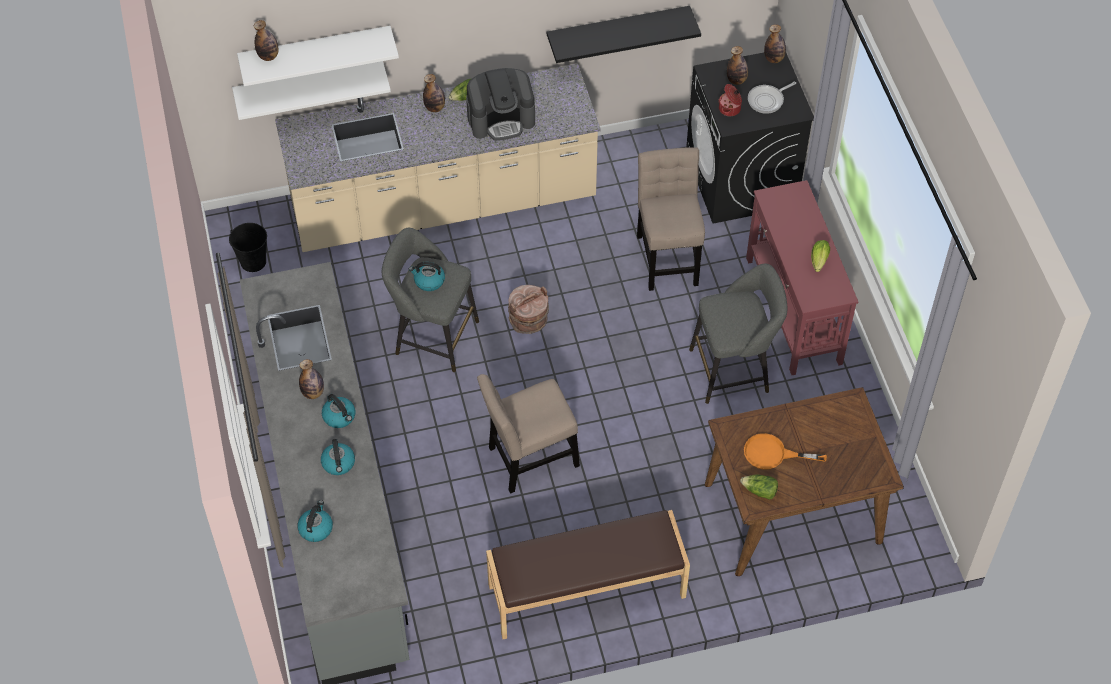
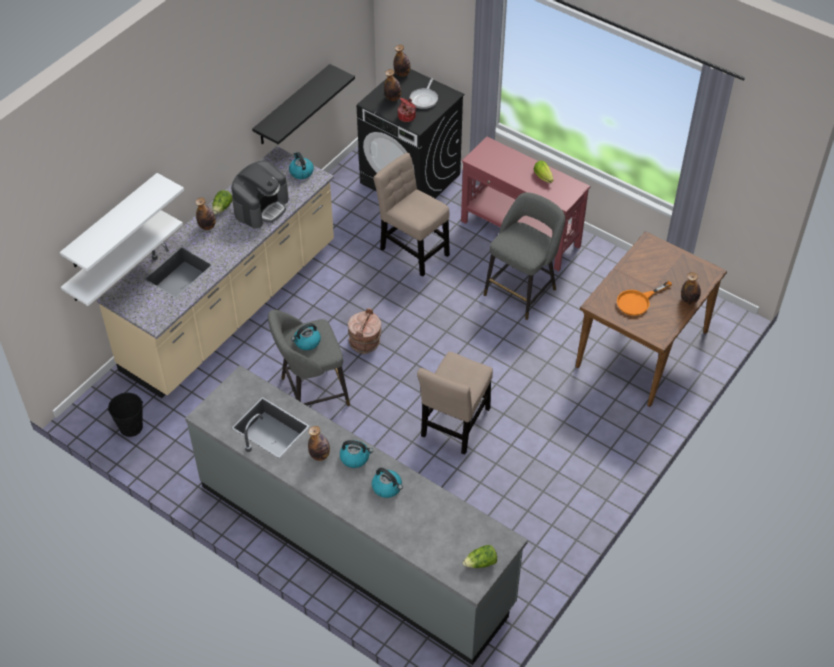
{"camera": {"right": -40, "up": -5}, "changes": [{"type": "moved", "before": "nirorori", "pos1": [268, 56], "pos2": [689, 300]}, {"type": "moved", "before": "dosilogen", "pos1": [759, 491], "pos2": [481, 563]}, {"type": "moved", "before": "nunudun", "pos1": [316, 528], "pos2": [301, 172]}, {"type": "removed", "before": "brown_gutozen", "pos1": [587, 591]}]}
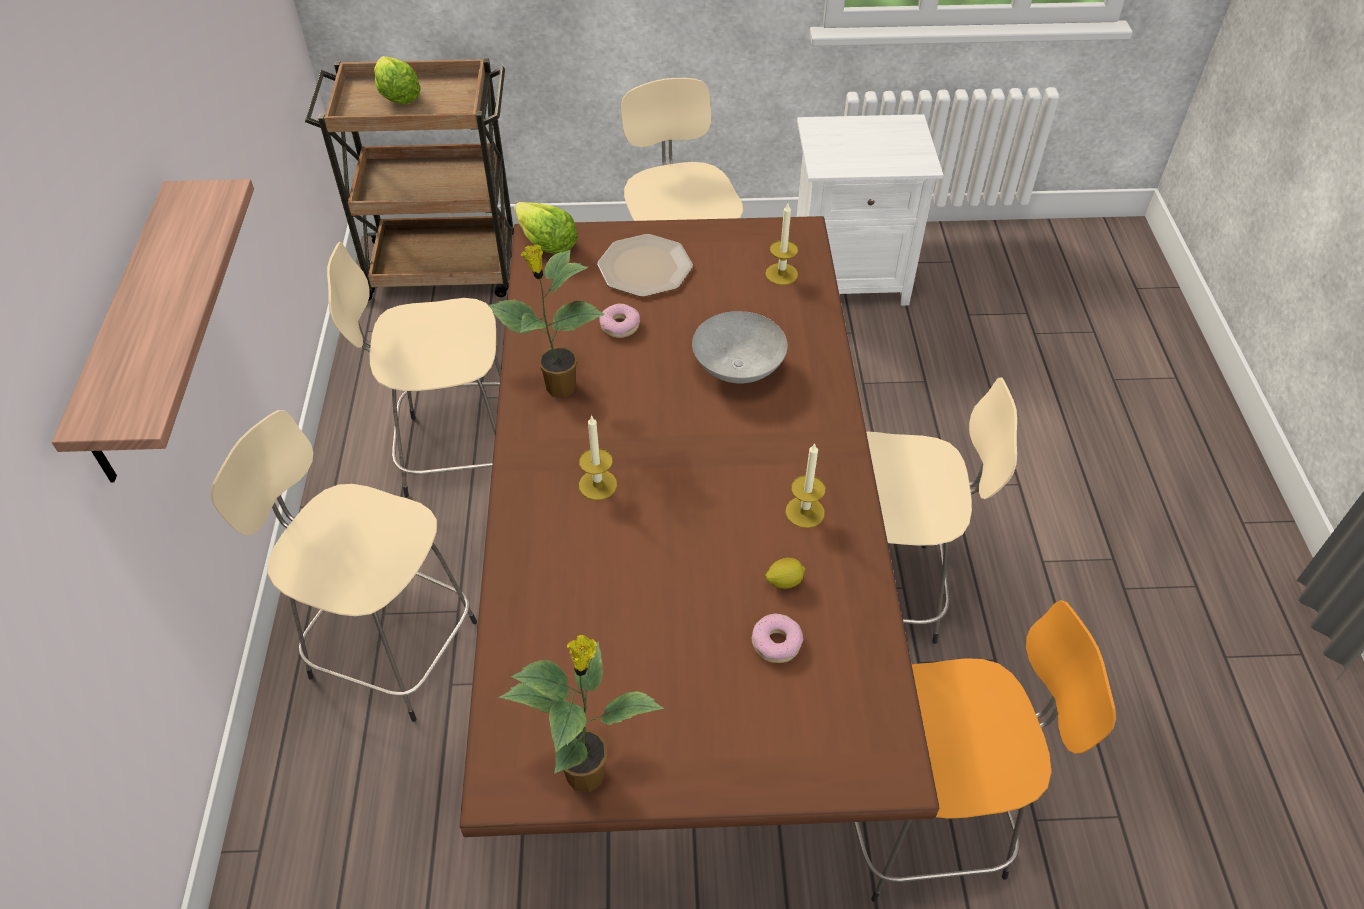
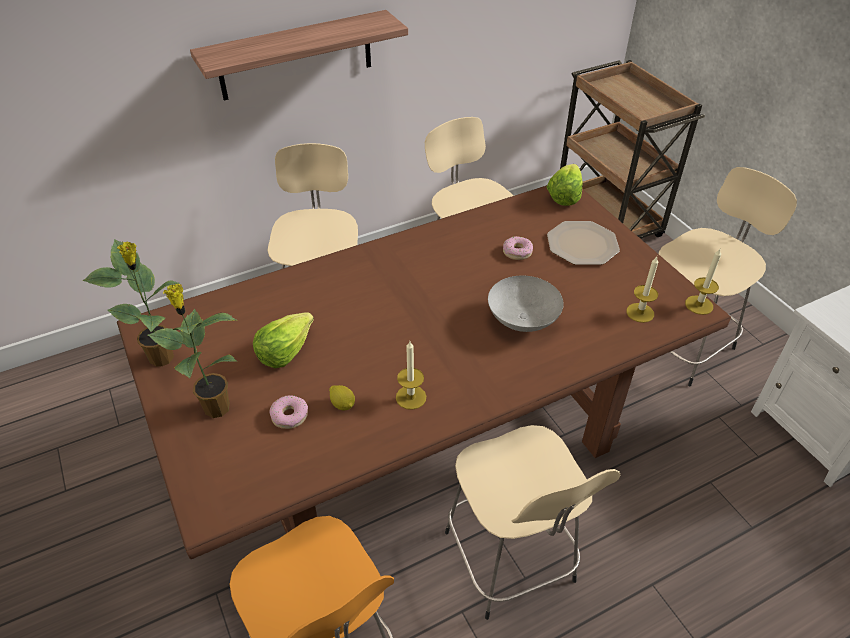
{"camera": {"right": 65, "up": -5}, "changes": [{"type": "moved", "before": "dosilogen", "pos1": [397, 95], "pos2": [284, 350]}, {"type": "moved", "before": "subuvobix", "pos1": [559, 388], "pos2": [215, 407]}, {"type": "moved", "before": "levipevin", "pos1": [598, 485], "pos2": [699, 305]}]}
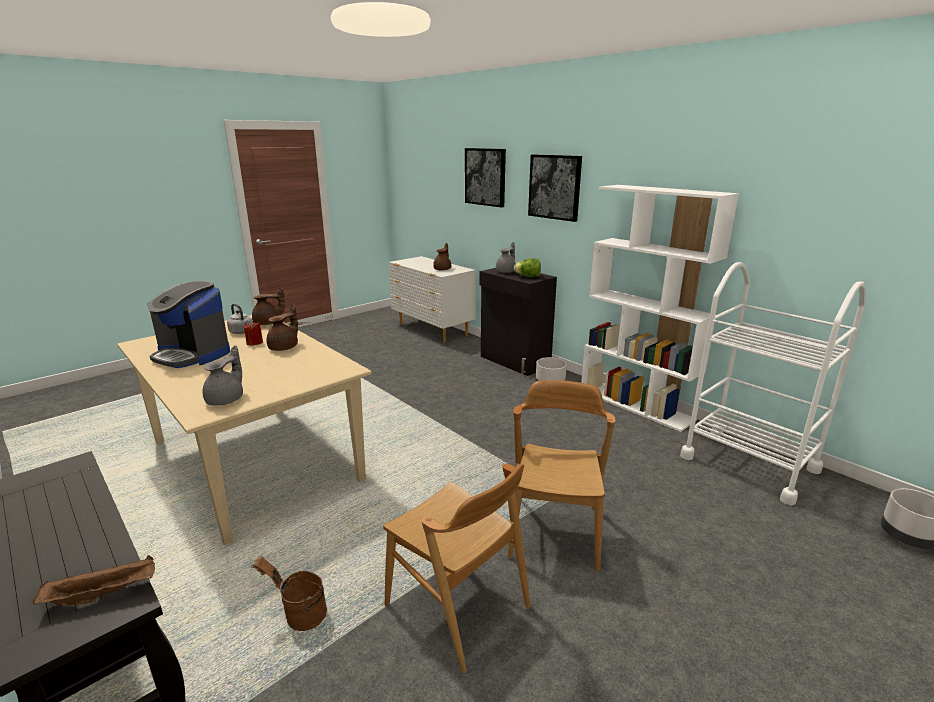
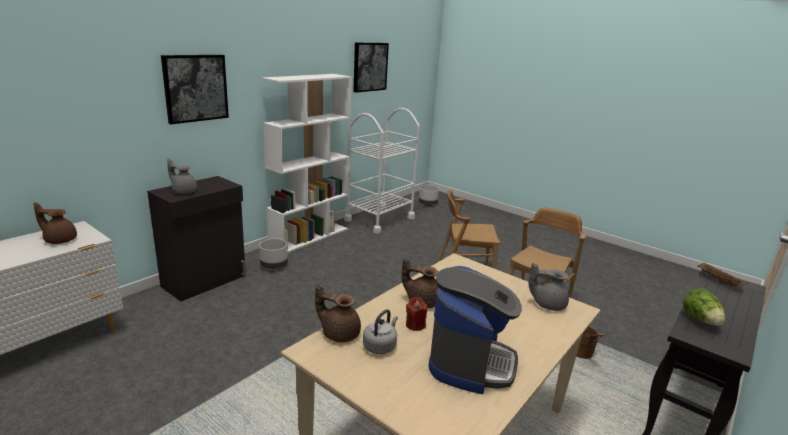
{"camera": {"right": -100, "up": 0}, "changes": [{"type": "moved", "before": "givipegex", "pos1": [485, 177], "pos2": [370, 67]}, {"type": "moved", "before": "dosilogen", "pos1": [528, 277], "pos2": [701, 320]}, {"type": "turned", "before": "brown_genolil", "pos1": [268, 323], "pos2": [339, 333], "turn": -45}]}
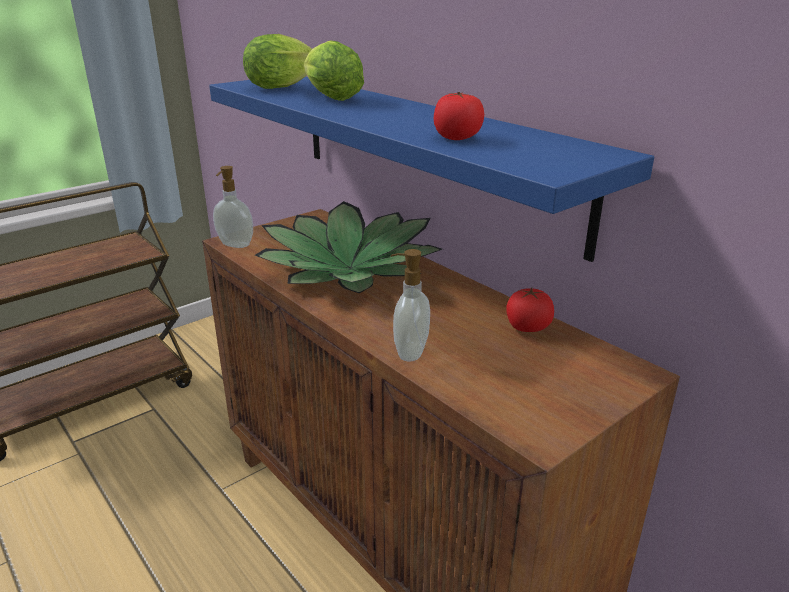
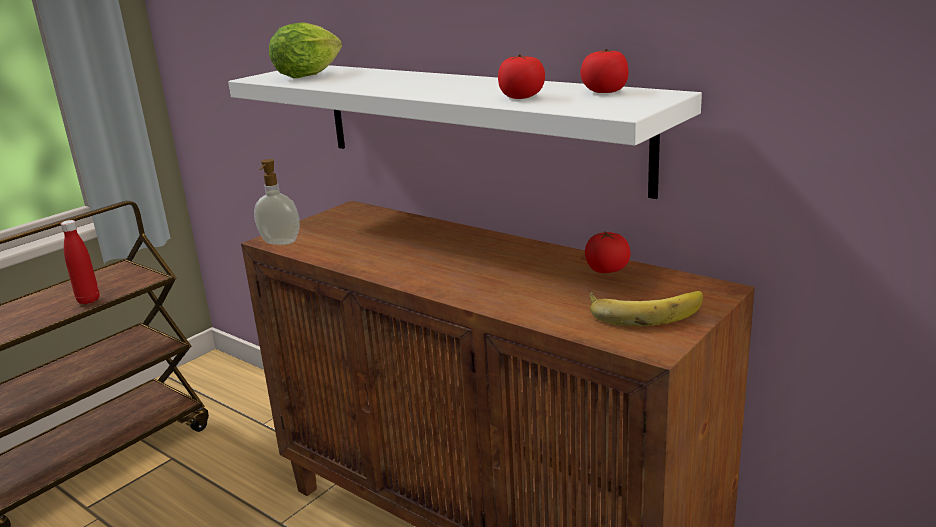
{"camera": {"right": -10, "up": -5}, "changes": [{"type": "removed", "before": "dosilogen", "pos1": [329, 97]}, {"type": "recoloured", "before": "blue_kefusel", "after": "white_kefusel", "pos1": [427, 153], "pos2": [473, 123]}, {"type": "removed", "before": "subuvobix", "pos1": [350, 268]}, {"type": "removed", "before": "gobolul", "pos1": [409, 352]}, {"type": "added", "after": "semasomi", "pos2": [604, 91]}, {"type": "added", "after": "red_nirorori", "pos2": [88, 300]}, {"type": "added", "after": "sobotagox", "pos2": [644, 310]}]}
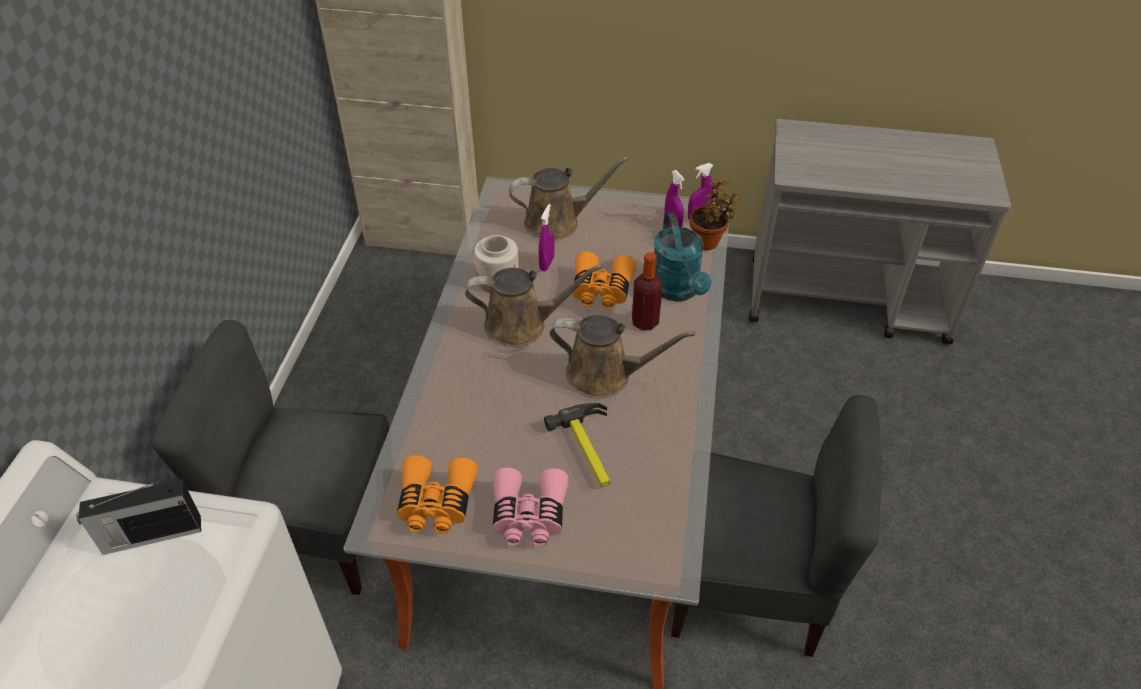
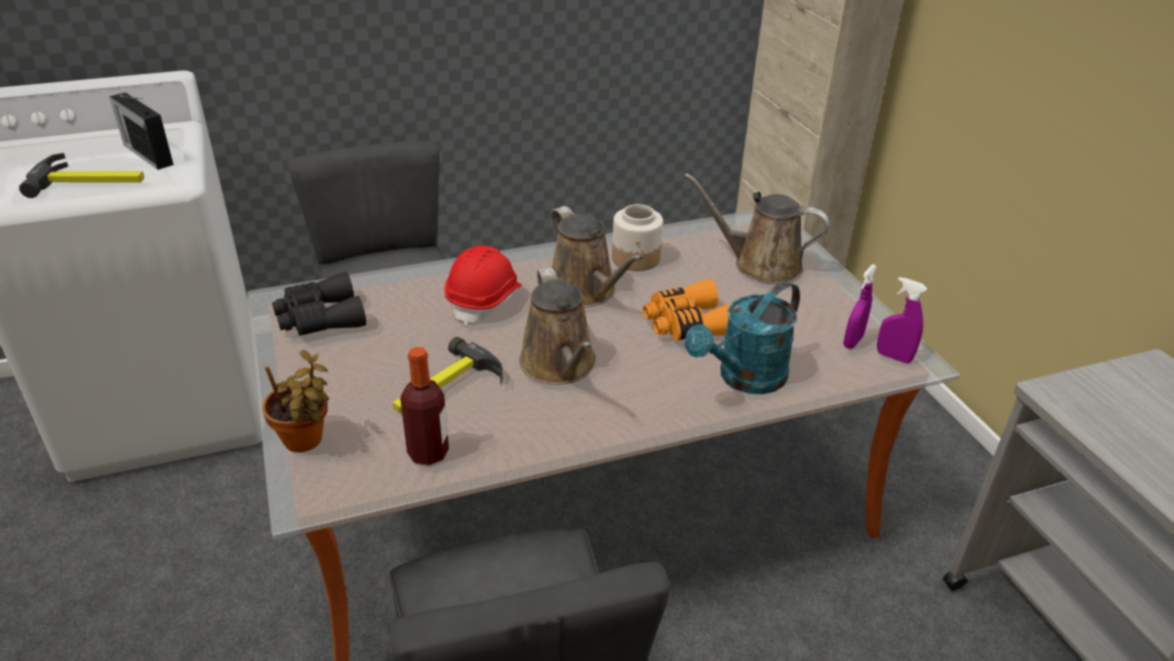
{"camera": {"right": 60, "up": -10}, "changes": [{"type": "turned", "before": "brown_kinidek", "pos1": [557, 222], "pos2": [760, 265], "turn": 150}, {"type": "moved", "before": "subuvobix", "pos1": [708, 242], "pos2": [306, 442]}, {"type": "removed", "before": "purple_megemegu", "pos1": [546, 263]}, {"type": "moved", "before": "nirorori", "pos1": [645, 322], "pos2": [428, 453]}, {"type": "recoloured", "before": "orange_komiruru", "after": "black_komiruru", "pos1": [436, 503], "pos2": [320, 319]}, {"type": "removed", "before": "pink_komiruru", "pos1": [528, 516]}, {"type": "added", "after": "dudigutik", "pos2": [91, 182]}, {"type": "added", "after": "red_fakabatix", "pos2": [485, 300]}]}
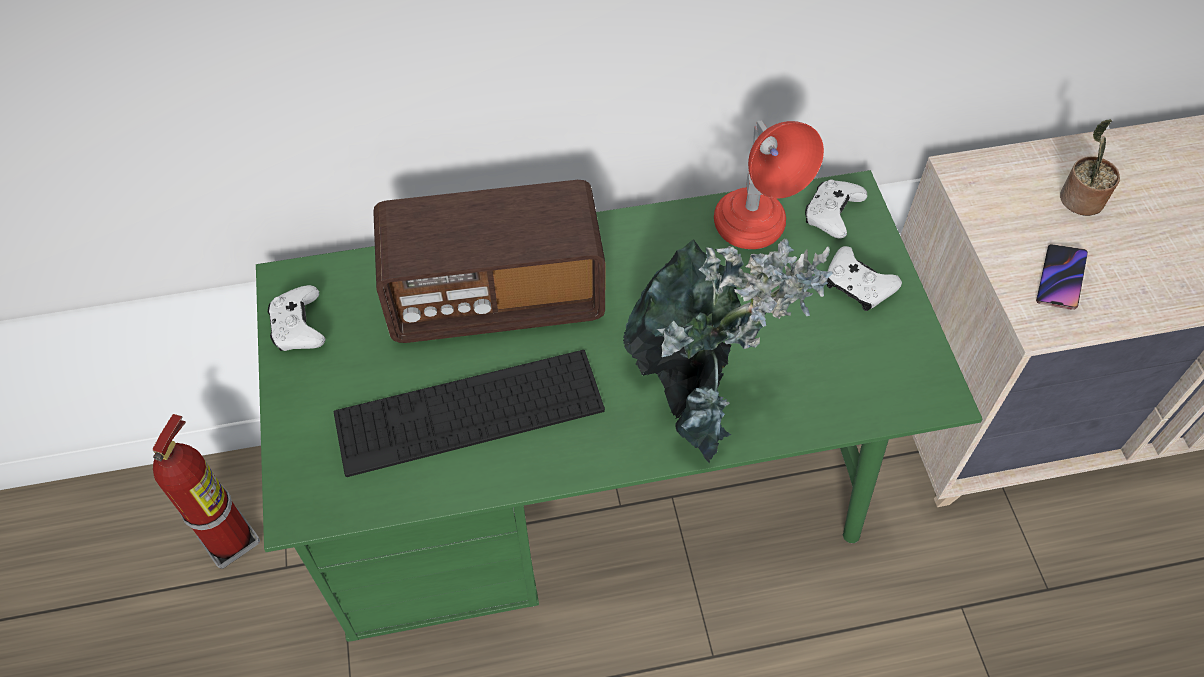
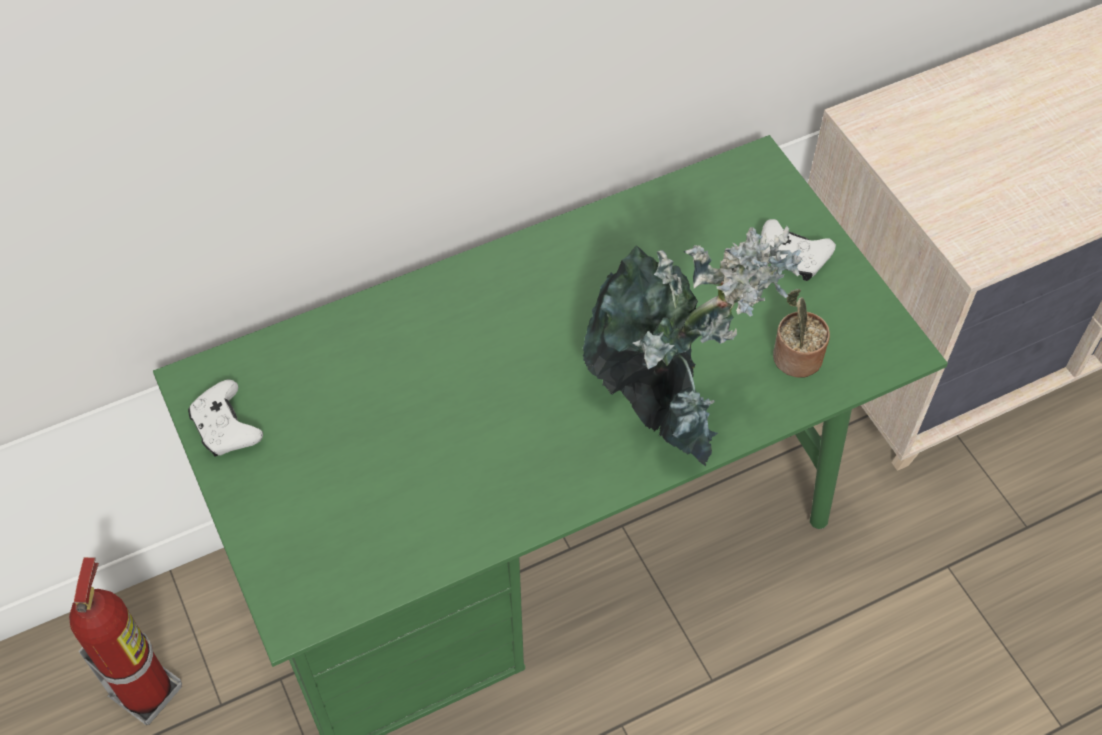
{"camera": {"right": -15, "up": 0}, "changes": [{"type": "moved", "before": "subuvobix", "pos1": [1079, 200], "pos2": [794, 359]}, {"type": "removed", "before": "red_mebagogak", "pos1": [753, 240]}, {"type": "removed", "before": "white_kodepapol", "pos1": [831, 215]}, {"type": "removed", "before": "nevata", "pos1": [496, 298]}, {"type": "removed", "before": "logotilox", "pos1": [1060, 279]}, {"type": "removed", "before": "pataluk", "pos1": [469, 412]}]}
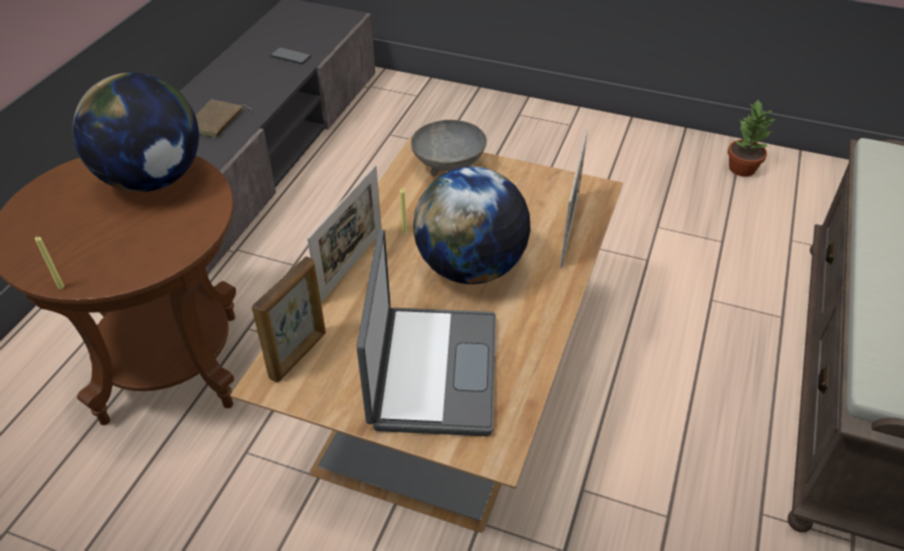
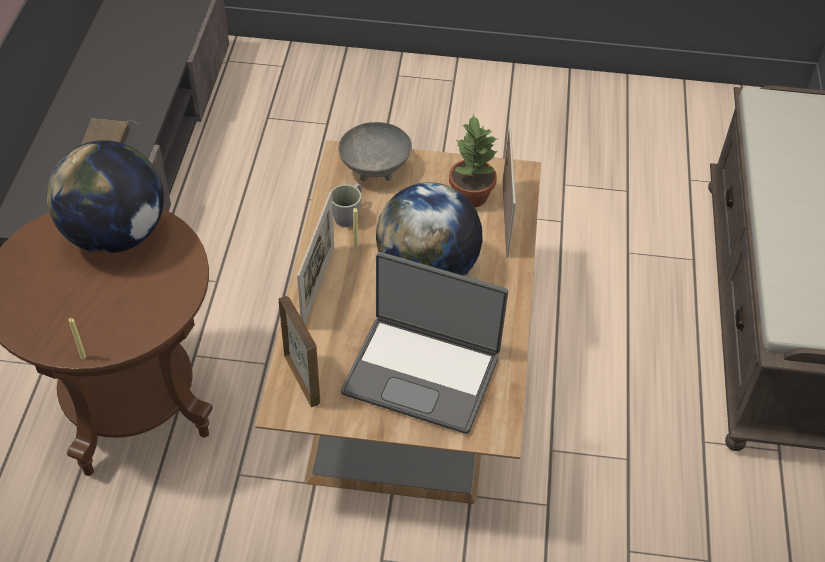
{"camera": {"right": -15, "up": 5}, "changes": [{"type": "removed", "before": "logotilox", "pos1": [290, 56]}, {"type": "moved", "before": "subuvobix", "pos1": [741, 168], "pos2": [470, 195]}, {"type": "turned", "before": "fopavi", "pos1": [431, 371], "pos2": [422, 373], "turn": 120}, {"type": "turned", "before": "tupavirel", "pos1": [299, 355], "pos2": [302, 379], "turn": -45}, {"type": "added", "after": "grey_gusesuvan", "pos2": [349, 215]}]}
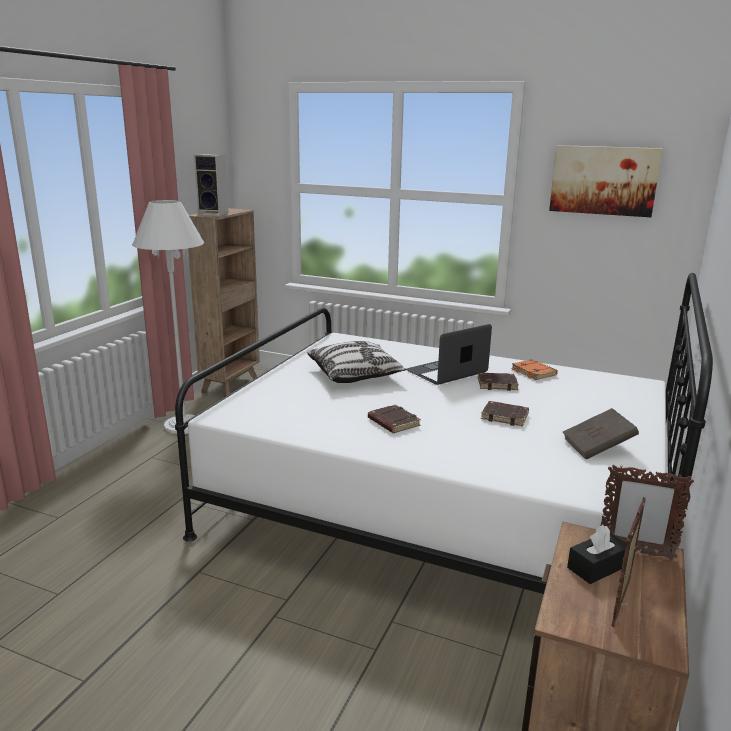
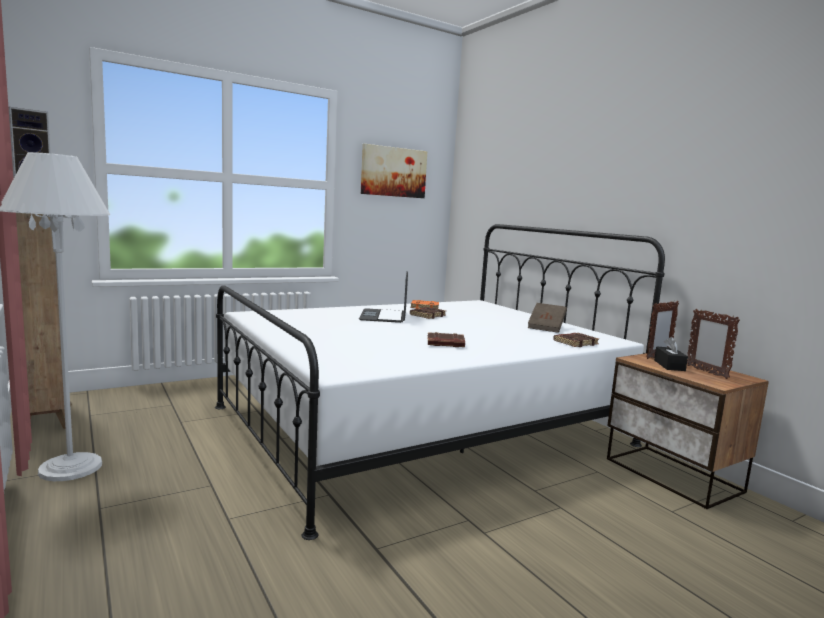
{"camera": {"right": -55, "up": -10}, "changes": [{"type": "removed", "before": "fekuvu", "pos1": [355, 375]}, {"type": "moved", "before": "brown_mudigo", "pos1": [505, 417], "pos2": [575, 343]}]}
